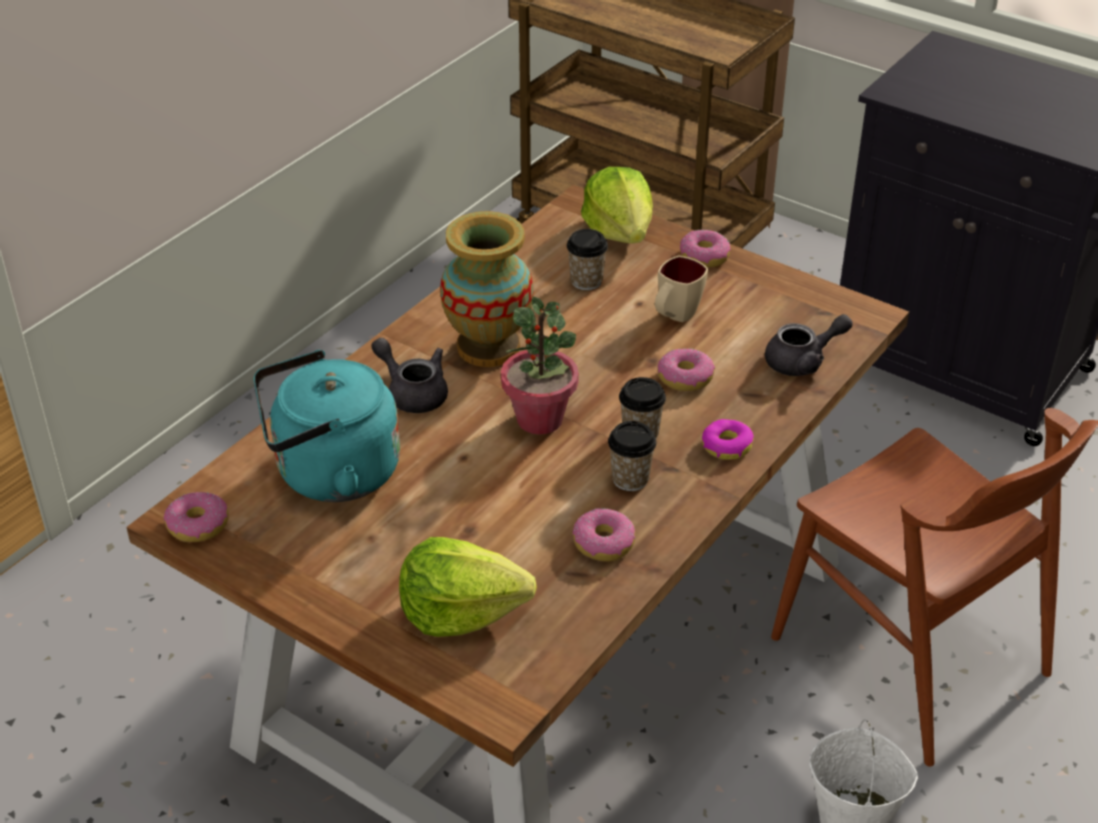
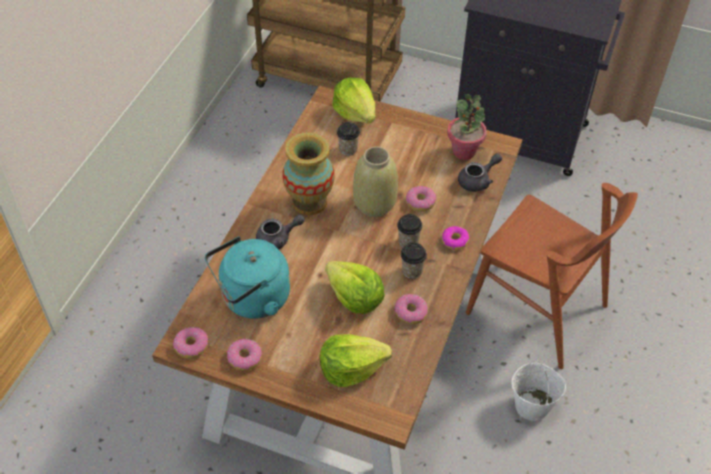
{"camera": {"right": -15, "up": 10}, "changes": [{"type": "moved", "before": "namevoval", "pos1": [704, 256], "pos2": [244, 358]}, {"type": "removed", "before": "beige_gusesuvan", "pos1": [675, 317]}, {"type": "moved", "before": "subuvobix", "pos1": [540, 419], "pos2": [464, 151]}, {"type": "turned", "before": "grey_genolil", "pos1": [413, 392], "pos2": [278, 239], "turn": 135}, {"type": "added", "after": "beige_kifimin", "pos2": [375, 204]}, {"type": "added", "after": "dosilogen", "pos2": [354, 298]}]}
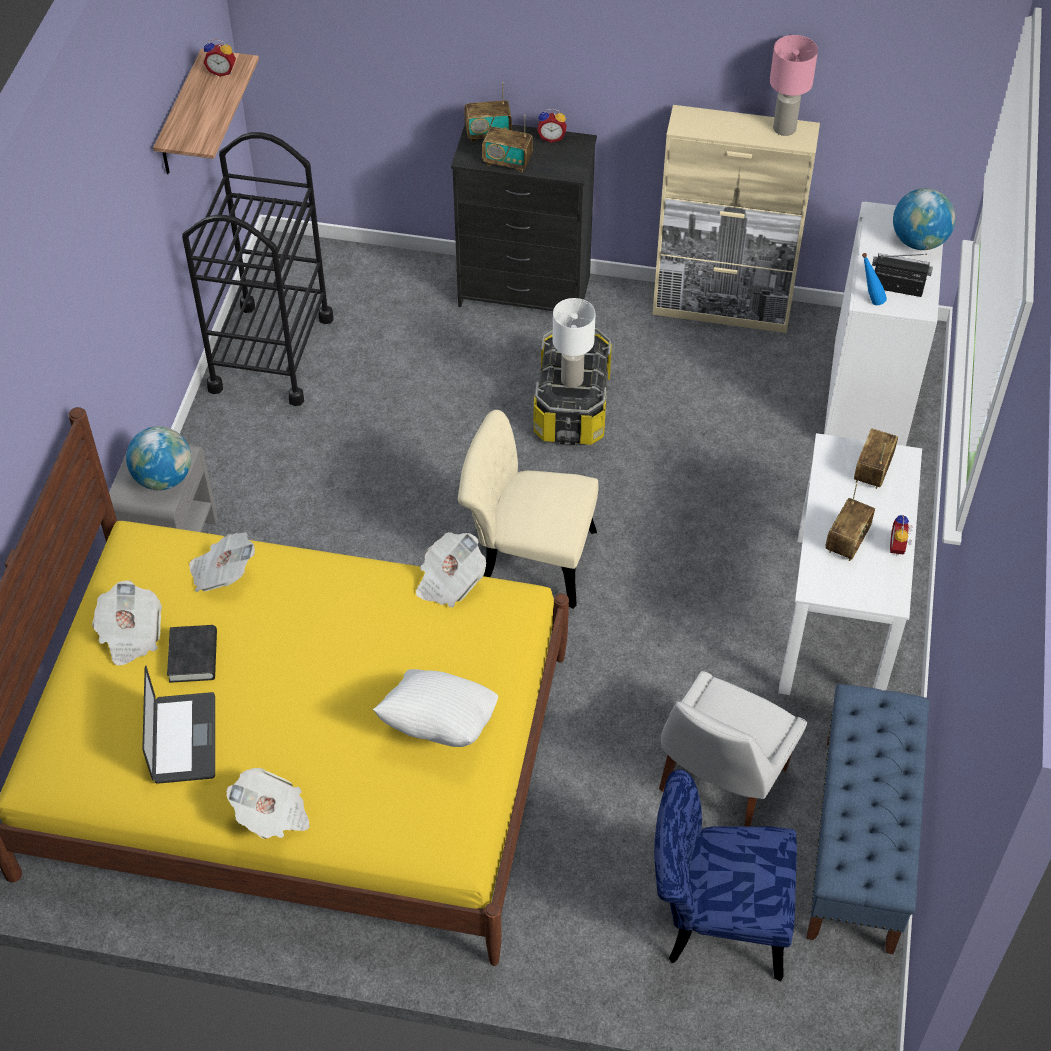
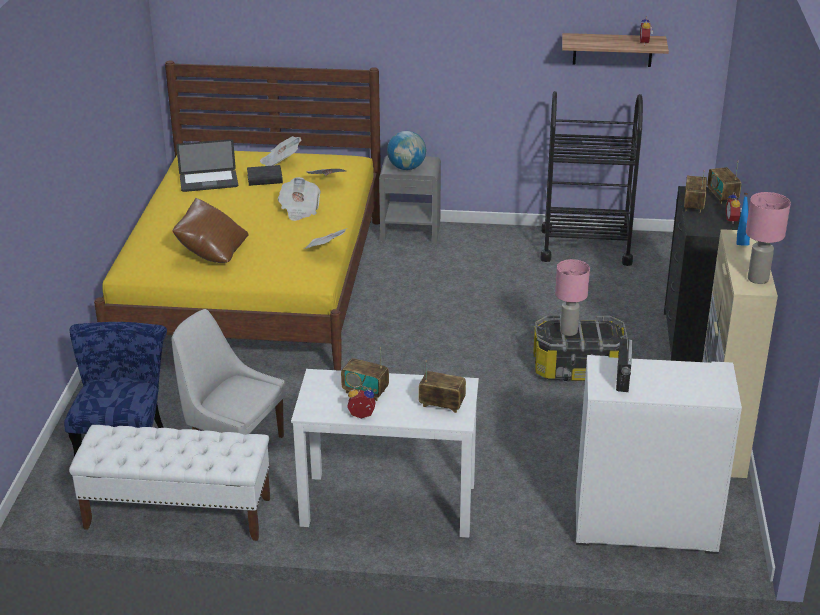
{"camera": {"right": 85, "up": -20}, "changes": [{"type": "removed", "before": "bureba", "pos1": [919, 241]}, {"type": "moved", "before": "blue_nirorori", "pos1": [869, 301], "pos2": [741, 243]}, {"type": "recoloured", "before": "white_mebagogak", "after": "pink_mebagogak", "pos1": [571, 380], "pos2": [568, 331]}, {"type": "removed", "before": "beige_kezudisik", "pos1": [527, 557]}, {"type": "recoloured", "before": "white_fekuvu", "after": "brown_fekuvu", "pos1": [438, 727], "pos2": [212, 253]}, {"type": "recoloured", "before": "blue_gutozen", "after": "white_gutozen", "pos1": [859, 843], "pos2": [177, 513]}, {"type": "moved", "before": "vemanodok", "pos1": [272, 815], "pos2": [299, 210]}]}
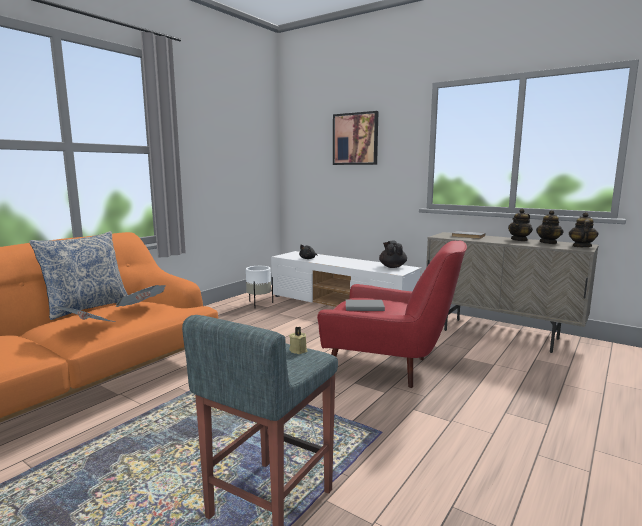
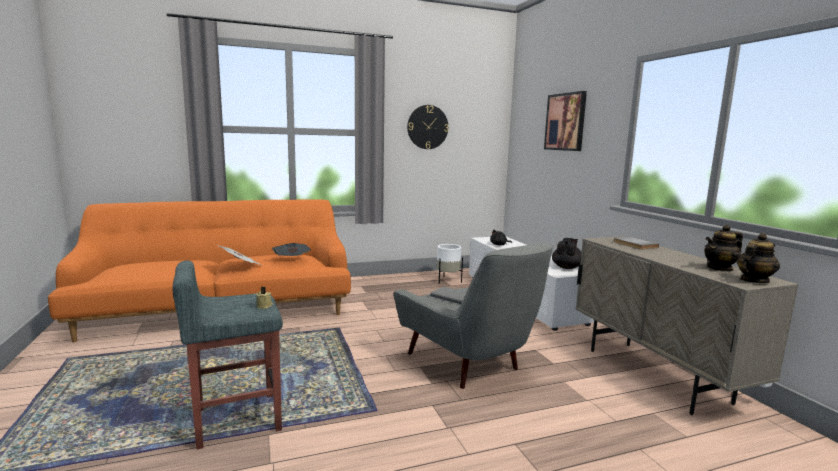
{"camera": {"right": 35, "up": 0}, "changes": [{"type": "removed", "before": "genolil", "pos1": [519, 240]}, {"type": "removed", "before": "fekuvu", "pos1": [87, 308]}, {"type": "recoloured", "before": "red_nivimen", "after": "grey_nivimen", "pos1": [388, 367], "pos2": [470, 365]}, {"type": "added", "after": "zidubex", "pos2": [427, 127]}]}
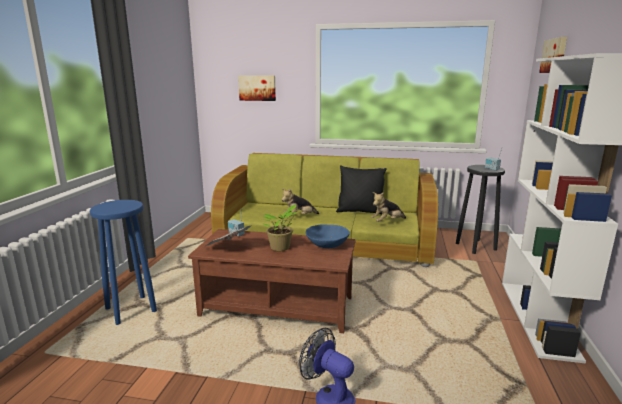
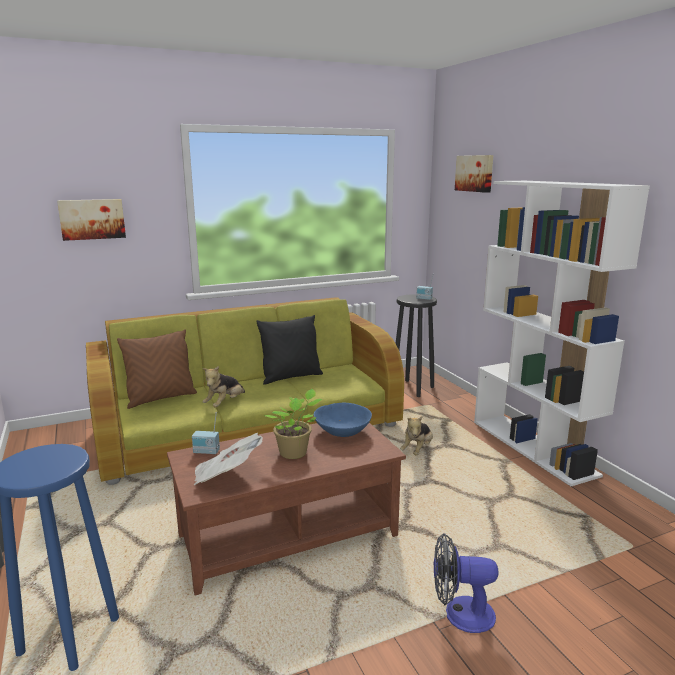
{"camera": {"right": -35, "up": 0}, "changes": [{"type": "moved", "before": "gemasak", "pos1": [387, 222], "pos2": [417, 450]}, {"type": "added", "after": "brown_fekuvu", "pos2": [161, 398]}]}
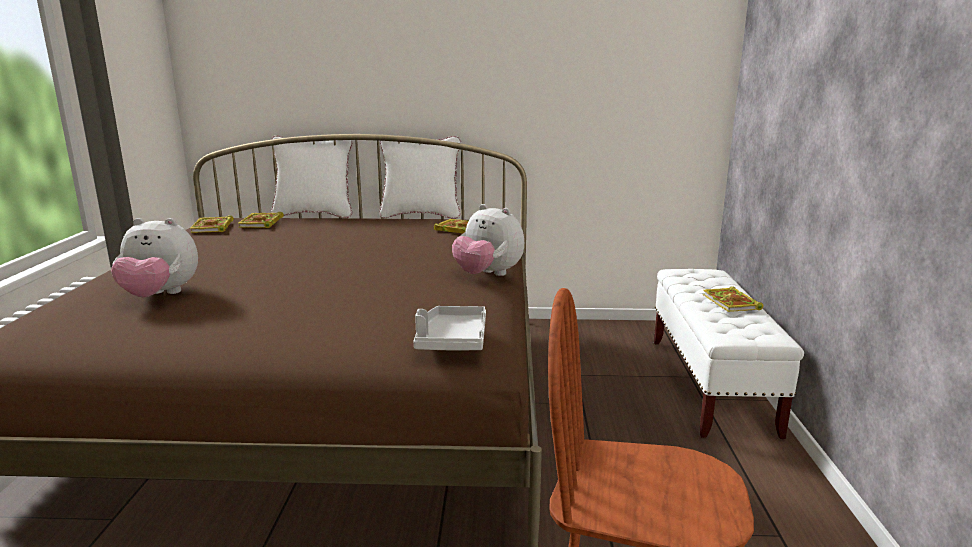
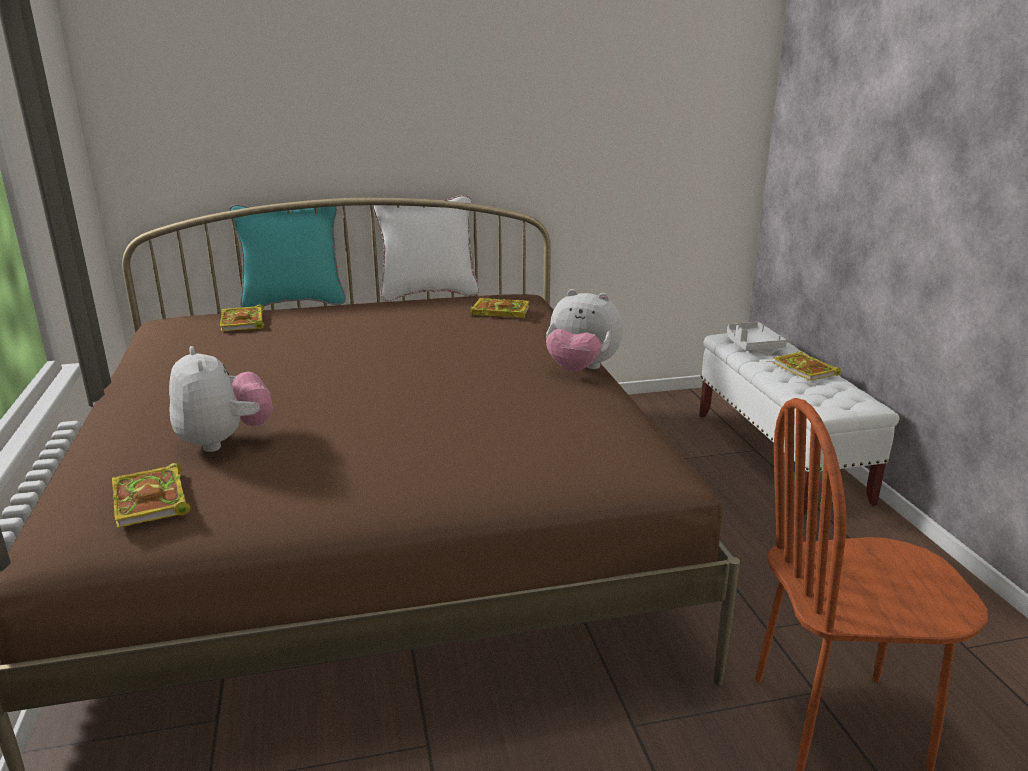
{"camera": {"right": -15, "up": 5}, "changes": [{"type": "recoloured", "before": "white_fekuvu", "after": "turquoise_fekuvu", "pos1": [314, 214], "pos2": [294, 303]}, {"type": "moved", "before": "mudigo", "pos1": [212, 228], "pos2": [152, 501]}, {"type": "turned", "before": "gemasak", "pos1": [160, 295], "pos2": [224, 441], "turn": -105}, {"type": "moved", "before": "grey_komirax", "pos1": [451, 340], "pos2": [751, 344]}]}
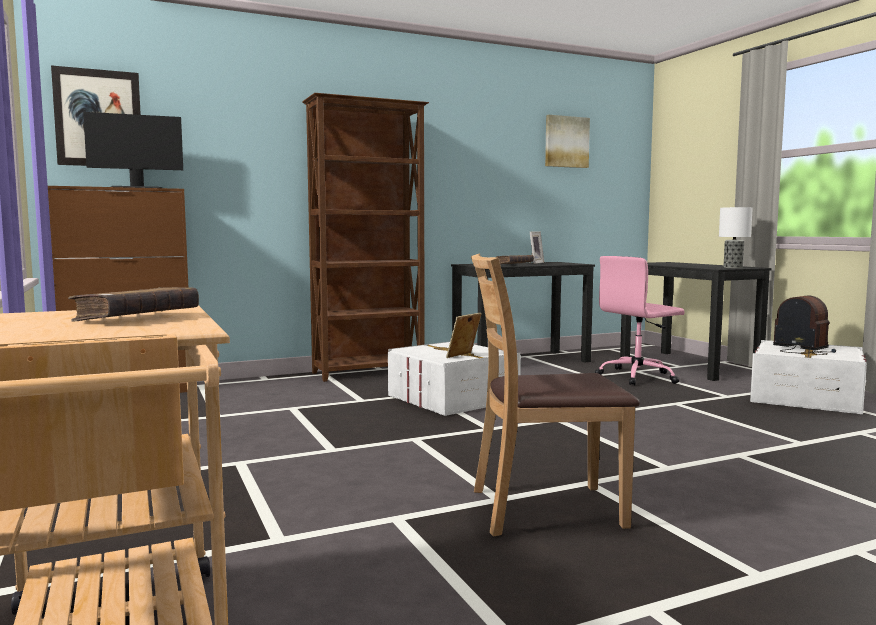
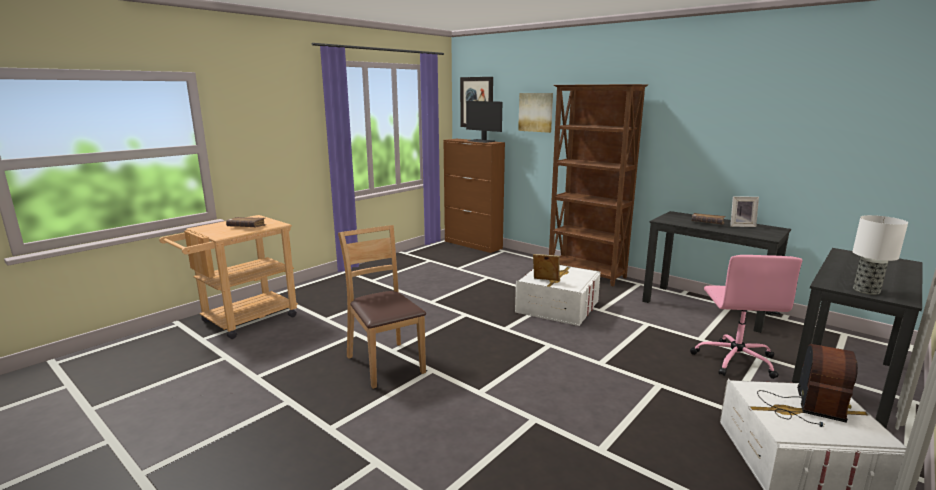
{"camera": {"right": 65, "up": 10}, "changes": [{"type": "moved", "before": "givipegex", "pos1": [566, 142], "pos2": [536, 112]}, {"type": "turned", "before": "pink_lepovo", "pos1": [638, 377], "pos2": [735, 360], "turn": -120}]}
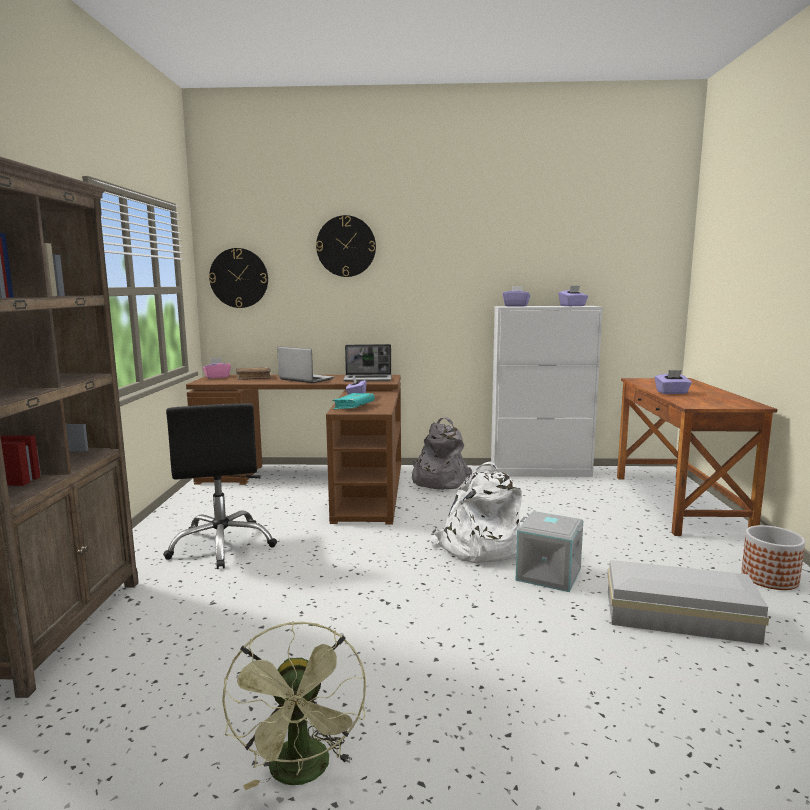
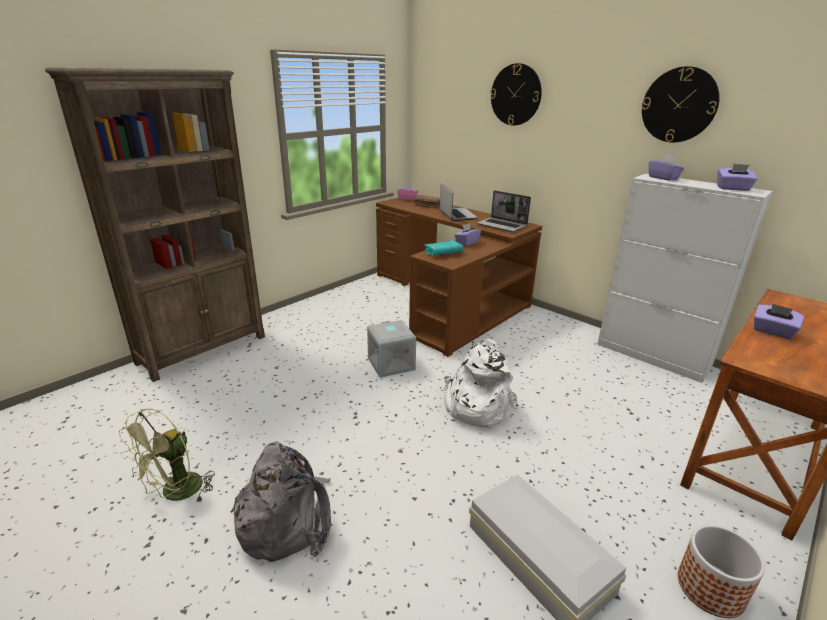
{"camera": {"right": 40, "up": 15}, "changes": [{"type": "moved", "before": "zidubex", "pos1": [239, 278], "pos2": [679, 105]}, {"type": "removed", "before": "black_lepovo", "pos1": [222, 545]}, {"type": "moved", "before": "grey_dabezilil", "pos1": [438, 481], "pos2": [287, 520]}, {"type": "moved", "before": "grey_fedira", "pos1": [547, 575], "pos2": [390, 364]}]}
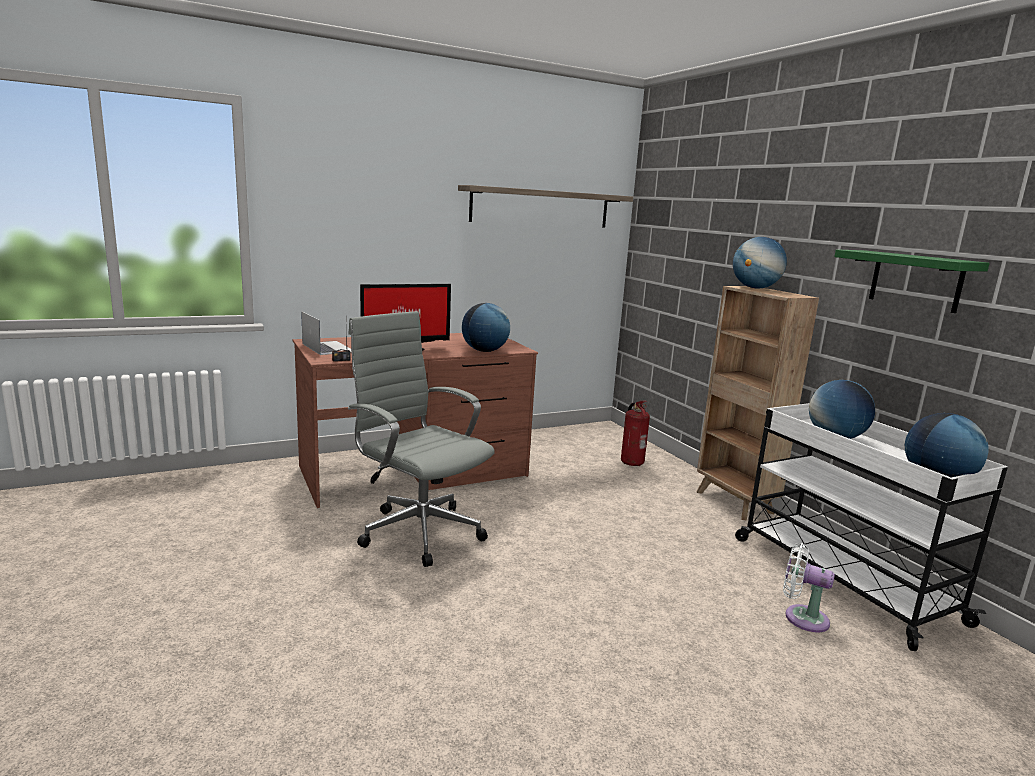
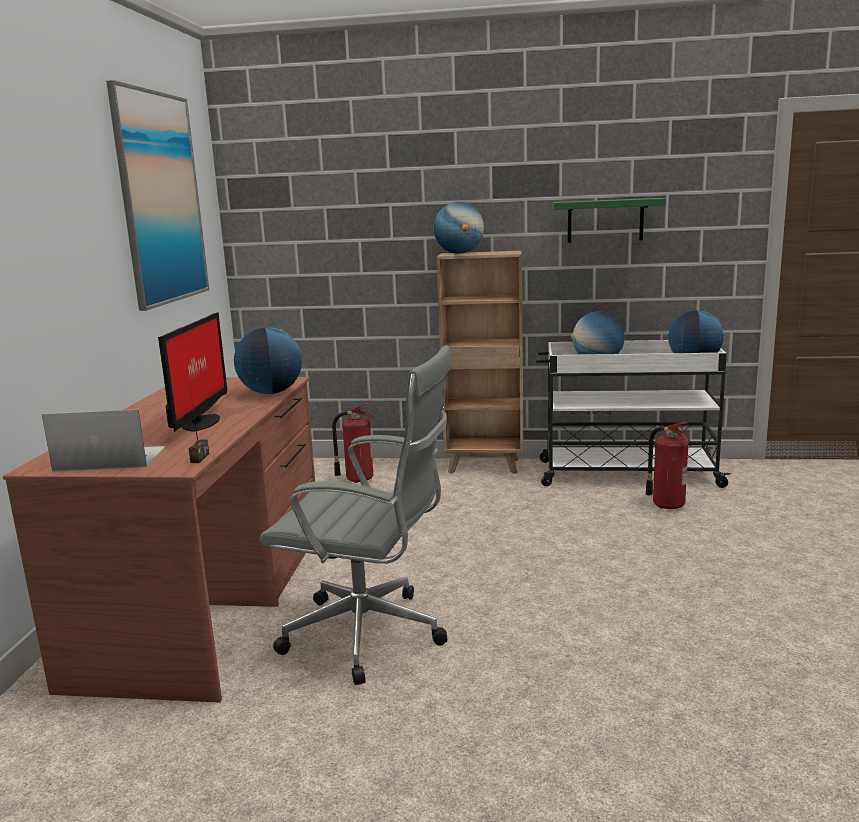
{"camera": {"right": -55, "up": 0}, "changes": [{"type": "replaced", "before": "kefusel", "after": "givipegex", "pos1": [541, 207], "pos2": [161, 198]}, {"type": "turned", "before": "grey_lepovo", "pos1": [418, 531], "pos2": [371, 635], "turn": -150}, {"type": "replaced", "before": "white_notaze", "after": "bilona", "pos1": [801, 617], "pos2": [667, 504]}]}
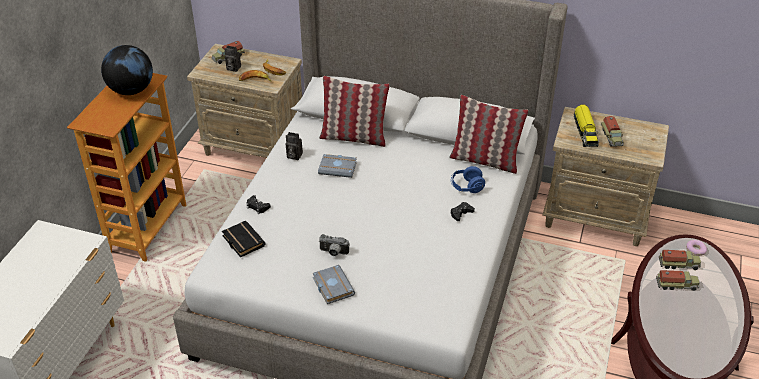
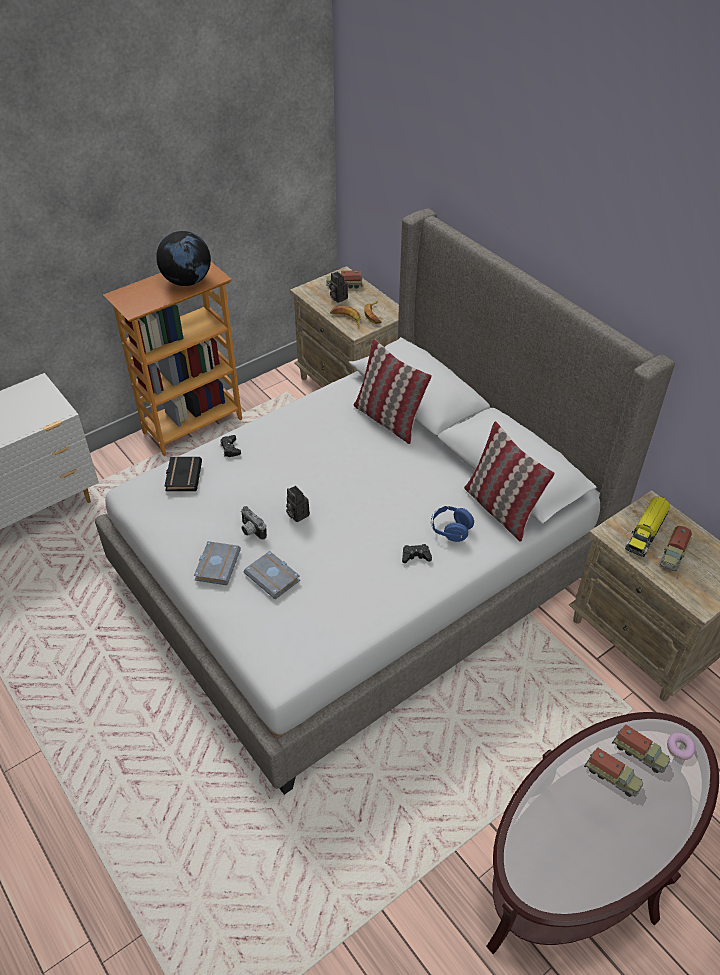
{"camera": {"right": 35, "up": 5}, "changes": [{"type": "moved", "before": "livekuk", "pos1": [293, 156], "pos2": [296, 514]}, {"type": "moved", "before": "grey_mudigo", "pos1": [338, 168], "pos2": [274, 577]}]}
